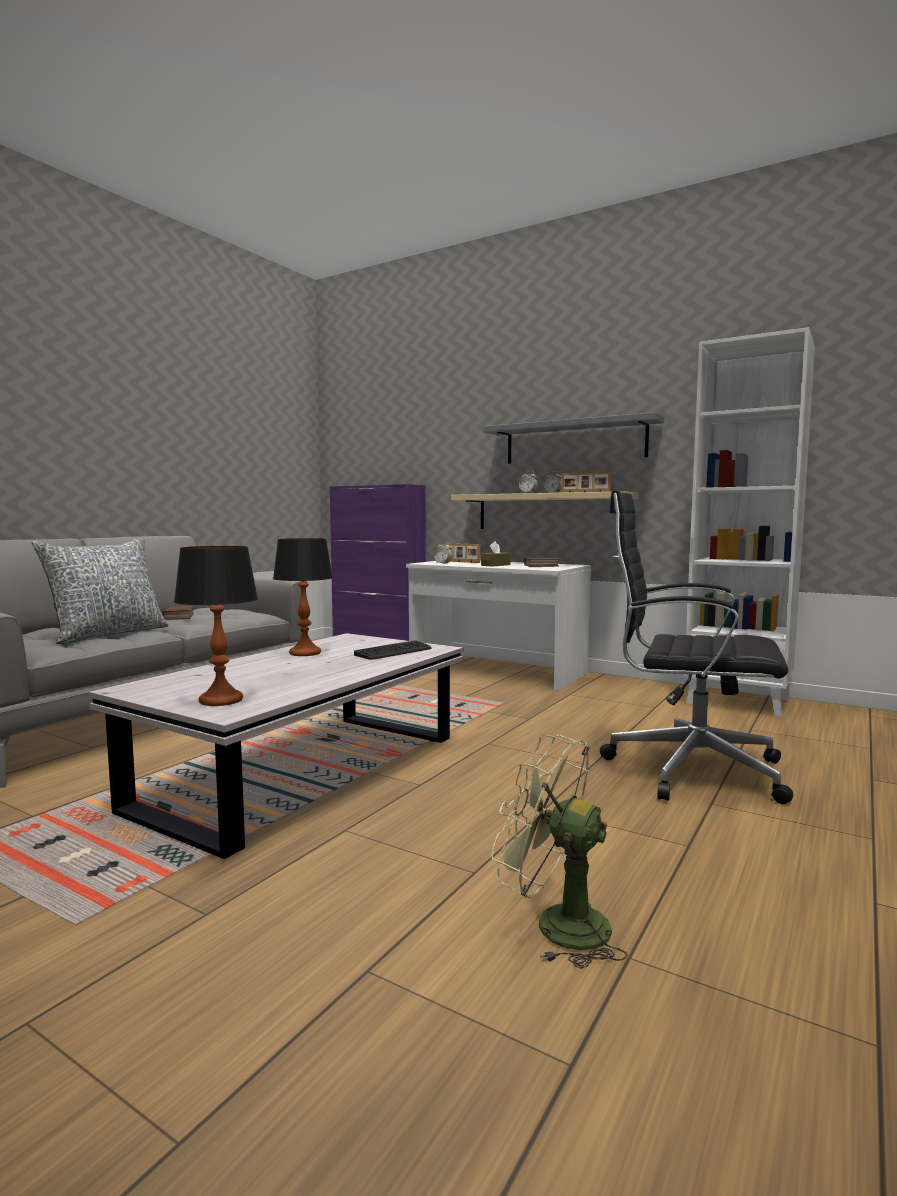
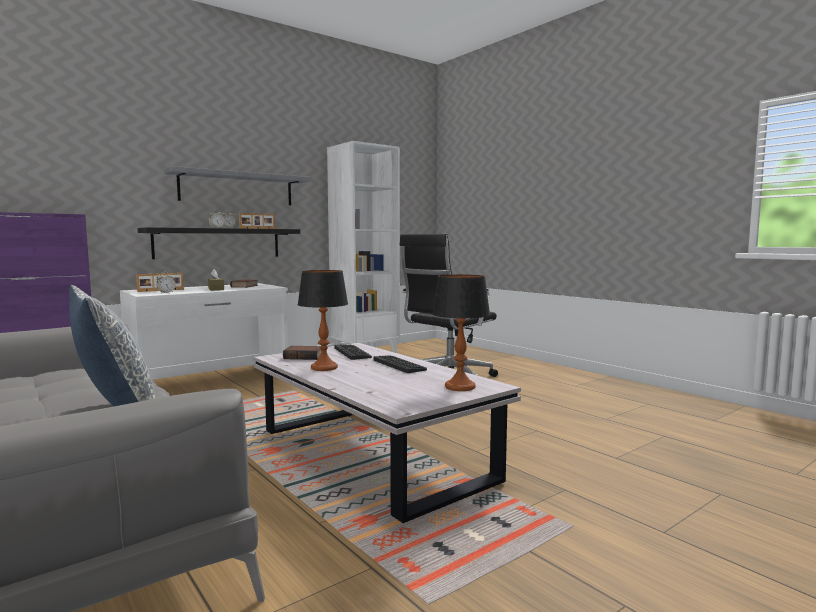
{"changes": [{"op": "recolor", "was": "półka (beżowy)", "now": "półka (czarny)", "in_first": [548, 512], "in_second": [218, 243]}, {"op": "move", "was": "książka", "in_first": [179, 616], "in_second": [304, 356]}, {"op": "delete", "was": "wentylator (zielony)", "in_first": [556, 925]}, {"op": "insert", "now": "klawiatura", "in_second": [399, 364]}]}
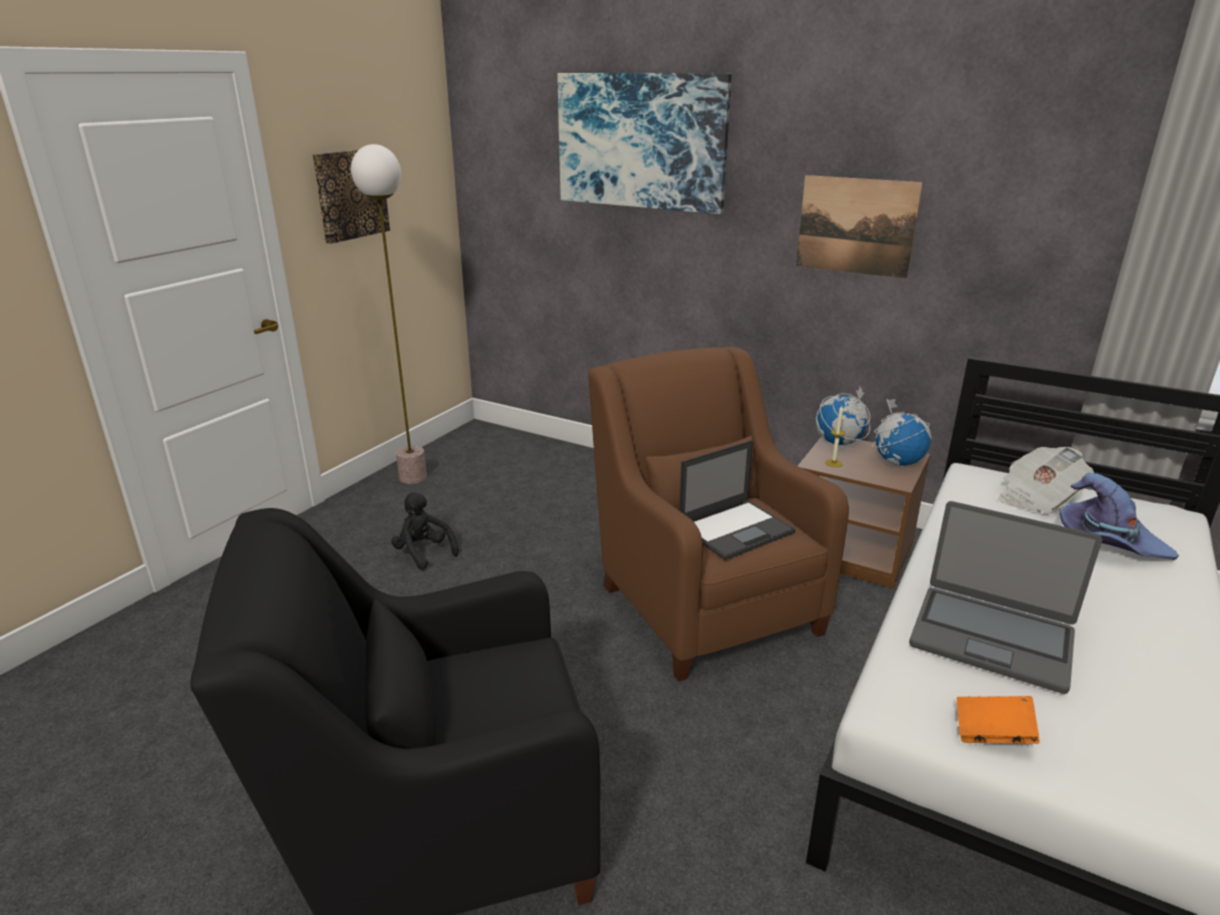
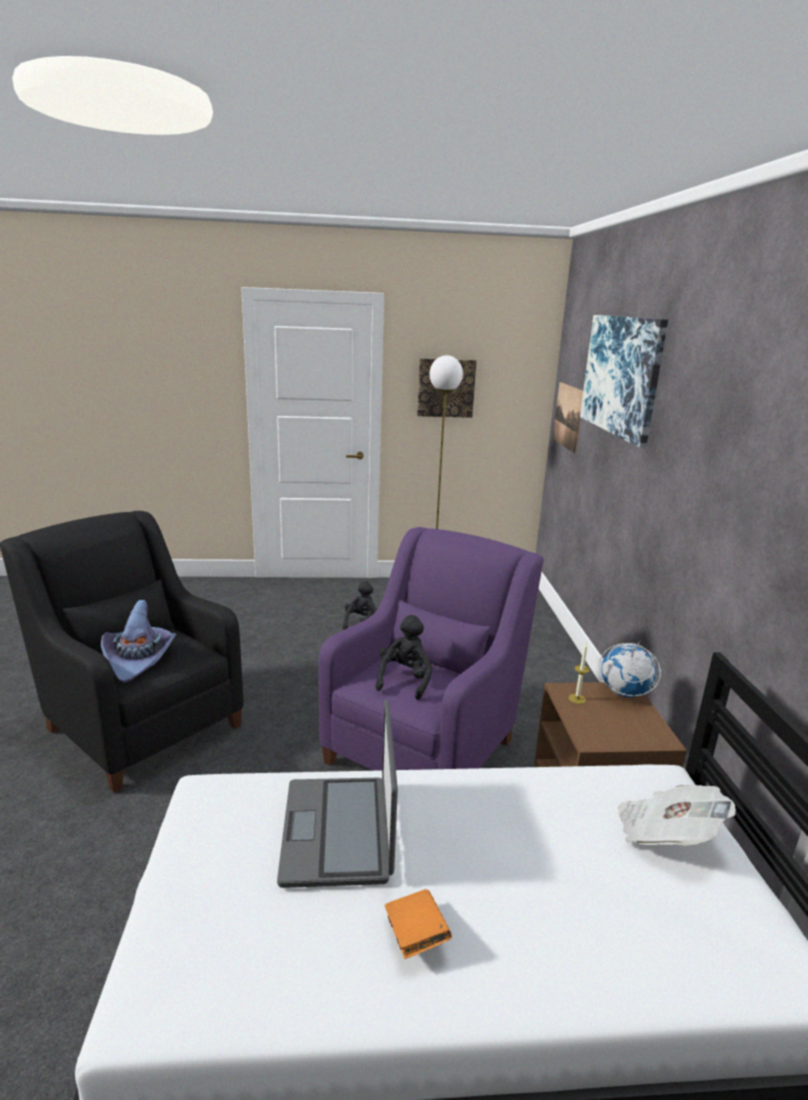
{"changes": [{"op": "move", "was": "obraz", "in_first": [856, 226], "in_second": [568, 416]}, {"op": "recolor", "was": "fotel (brązowy)", "now": "fotel (fioletowy)", "in_first": [703, 602], "in_second": [426, 745]}, {"op": "delete", "was": "globus", "in_first": [897, 462]}, {"op": "replace", "was": "laptop", "now": "pluszak (czarny)", "in_first": [736, 529], "in_second": [404, 680]}, {"op": "move", "was": "kapelusz (fioletowy)", "in_first": [1108, 542], "in_second": [139, 658]}, {"op": "move", "was": "książka (pomarańczowy)", "in_first": [992, 734], "in_second": [415, 935]}]}
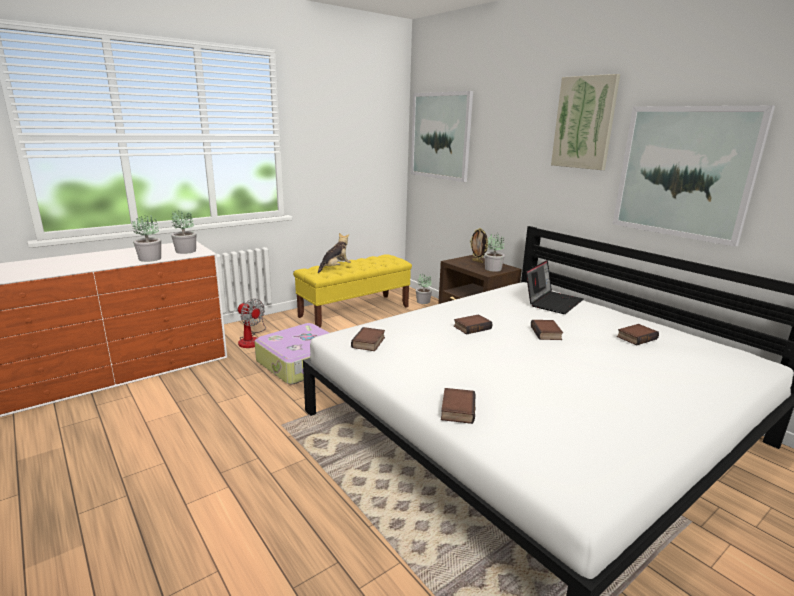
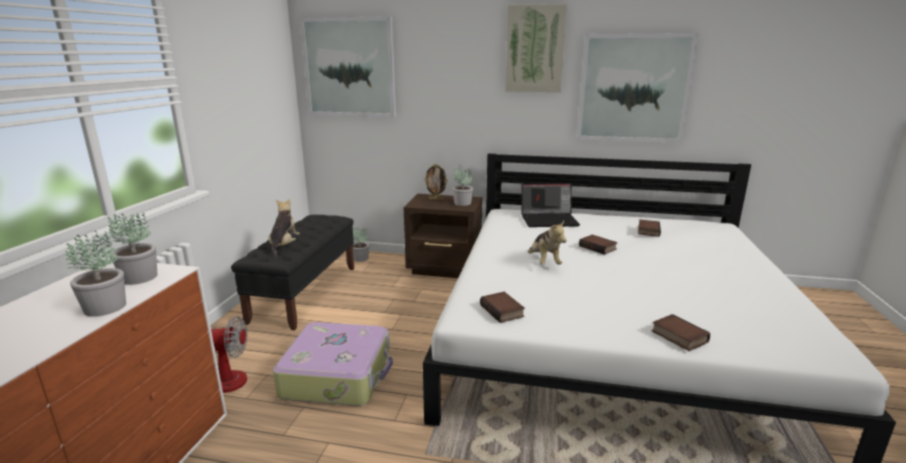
{"changes": [{"op": "recolor", "was": "ławka (żółty)", "now": "ławka (czarny)", "in_first": [355, 311], "in_second": [305, 293]}, {"op": "rotate", "was": "laptop", "in_first": [552, 302], "in_second": [549, 220], "clockwise": 90}, {"op": "replace", "was": "książka", "now": "pluszak", "in_first": [472, 327], "in_second": [544, 262]}]}
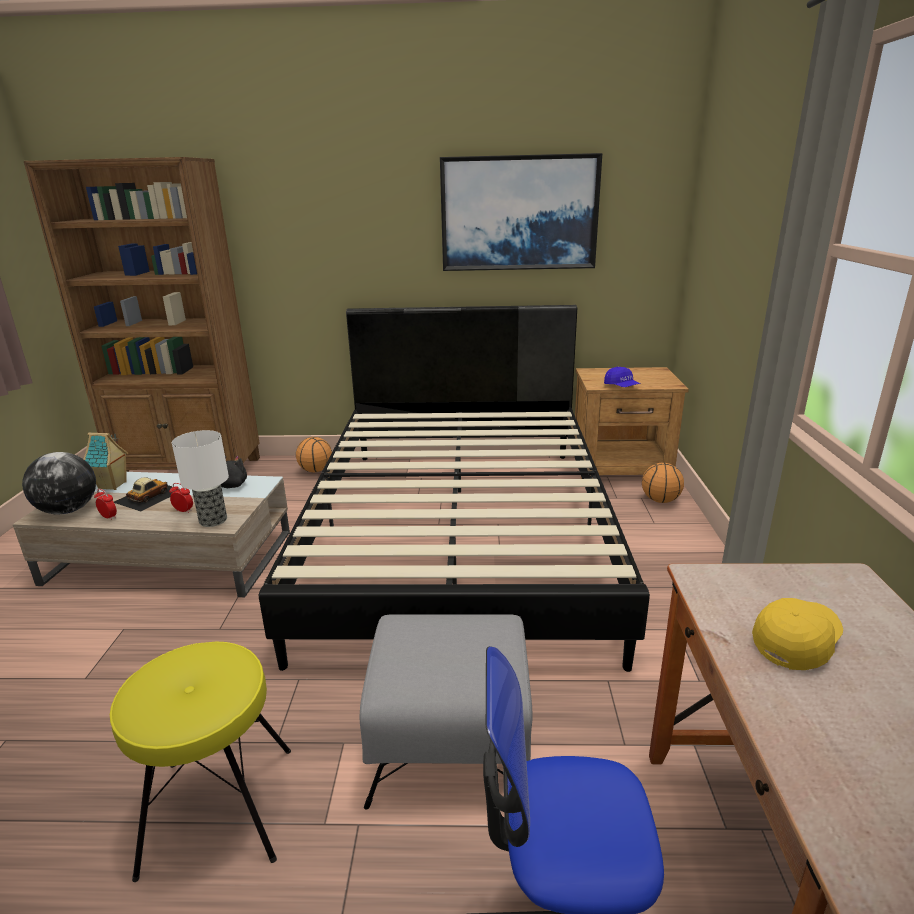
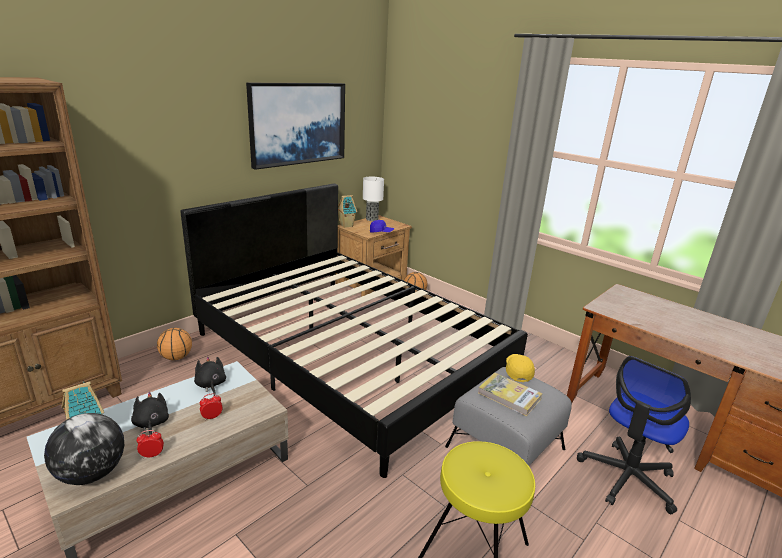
{"changes": [{"op": "move", "was": "lampa stołowa", "in_first": [212, 520], "in_second": [371, 219]}, {"op": "replace", "was": "samochodzik", "now": "pluszak (czarny)", "in_first": [148, 496], "in_second": [151, 424]}, {"op": "move", "was": "czapka z daszkiem (żółty)", "in_first": [796, 642], "in_second": [518, 371]}, {"op": "insert", "now": "domek", "in_second": [346, 225]}, {"op": "insert", "now": "książka", "in_second": [509, 396]}]}
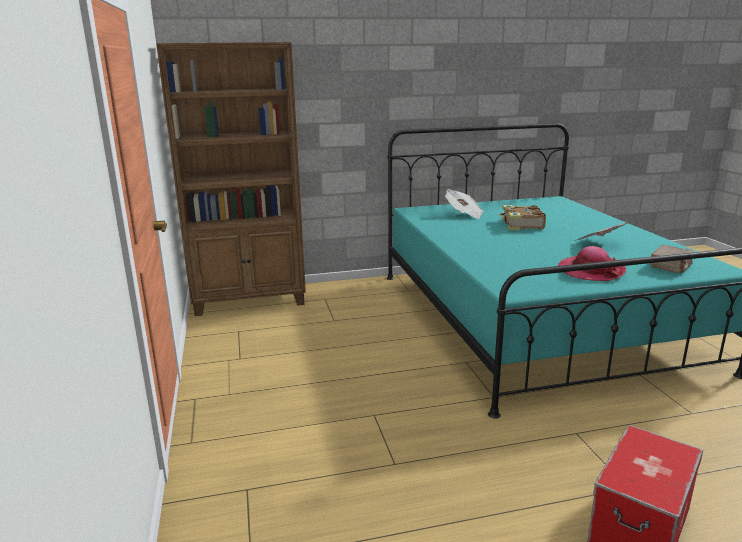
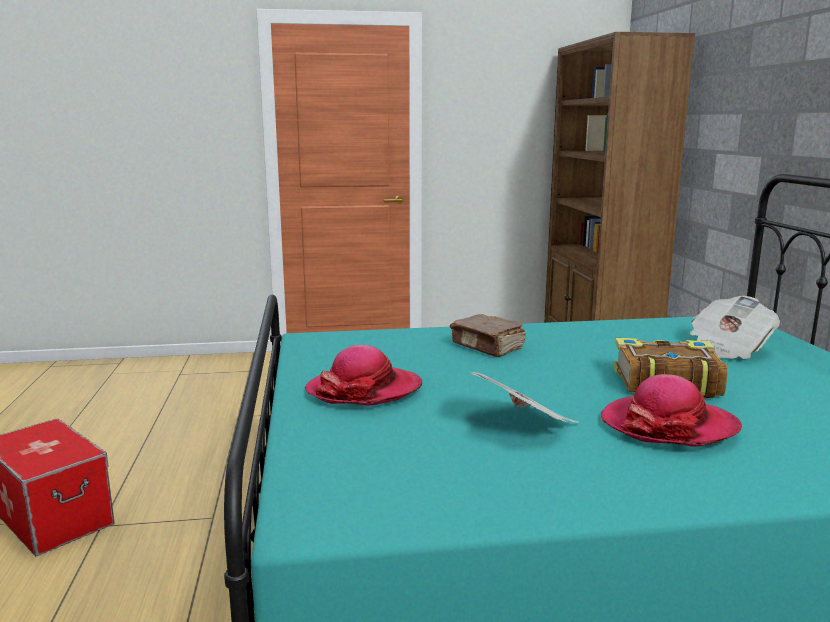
{"changes": [{"op": "move", "was": "książka (brązowy)", "in_first": [671, 267], "in_second": [487, 347]}, {"op": "insert", "now": "kapelusz", "in_second": [668, 426]}]}
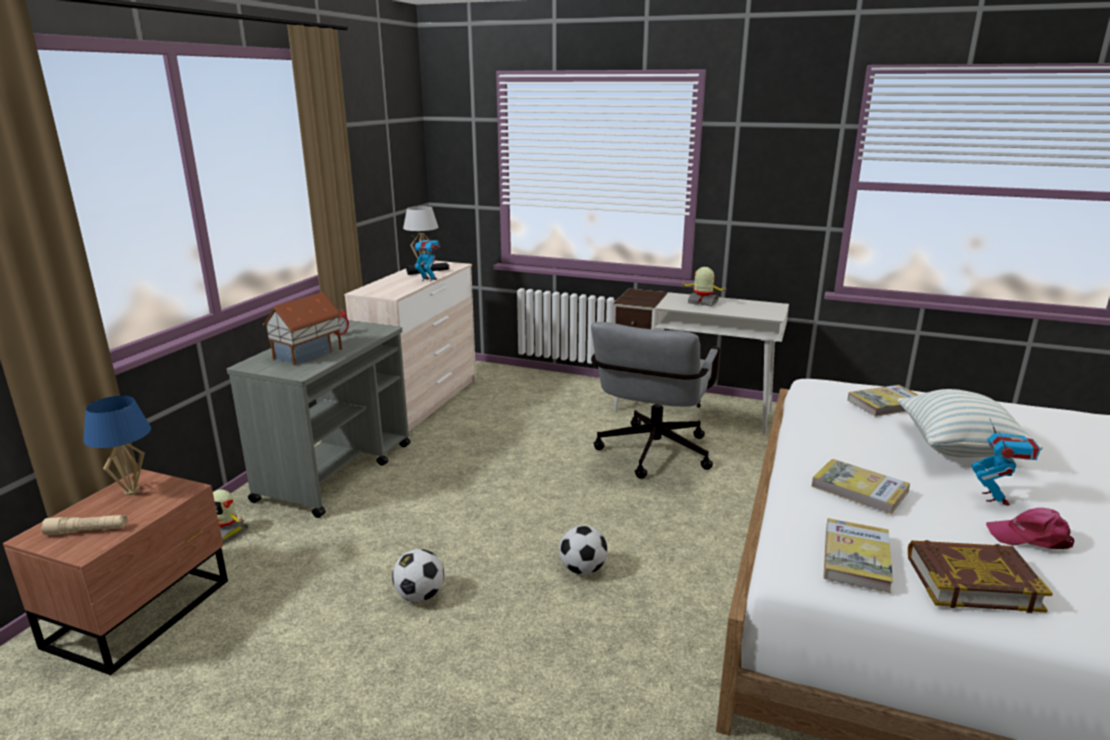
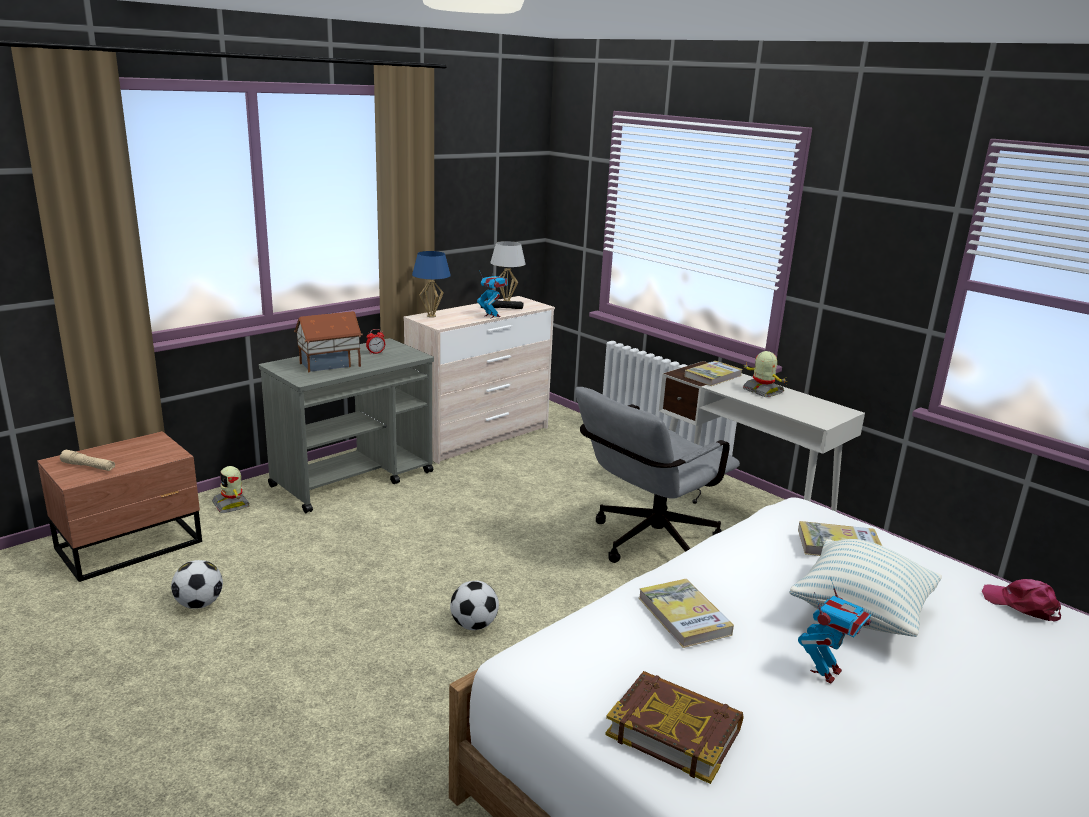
{"changes": [{"op": "move", "was": "lampa stołowa (niebieski)", "in_first": [132, 491], "in_second": [431, 316]}, {"op": "move", "was": "czapka z daszkiem (różowy)", "in_first": [1030, 537], "in_second": [1021, 605]}, {"op": "move", "was": "książka", "in_first": [856, 558], "in_second": [713, 376]}, {"op": "move", "was": "piłka futbolowa", "in_first": [420, 595], "in_second": [199, 604]}]}
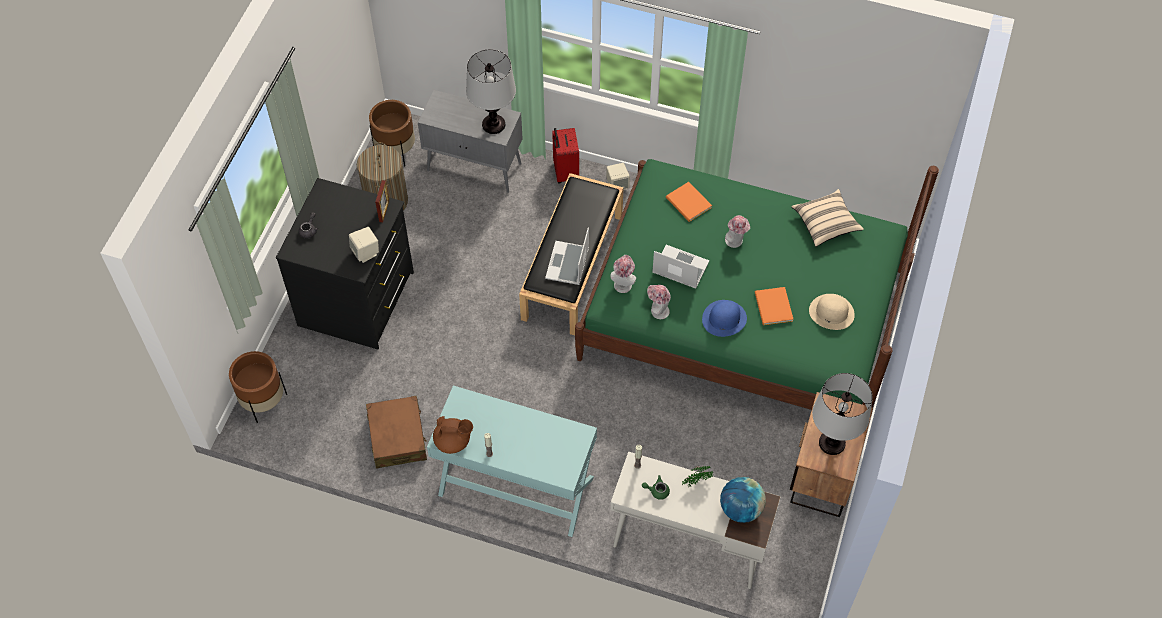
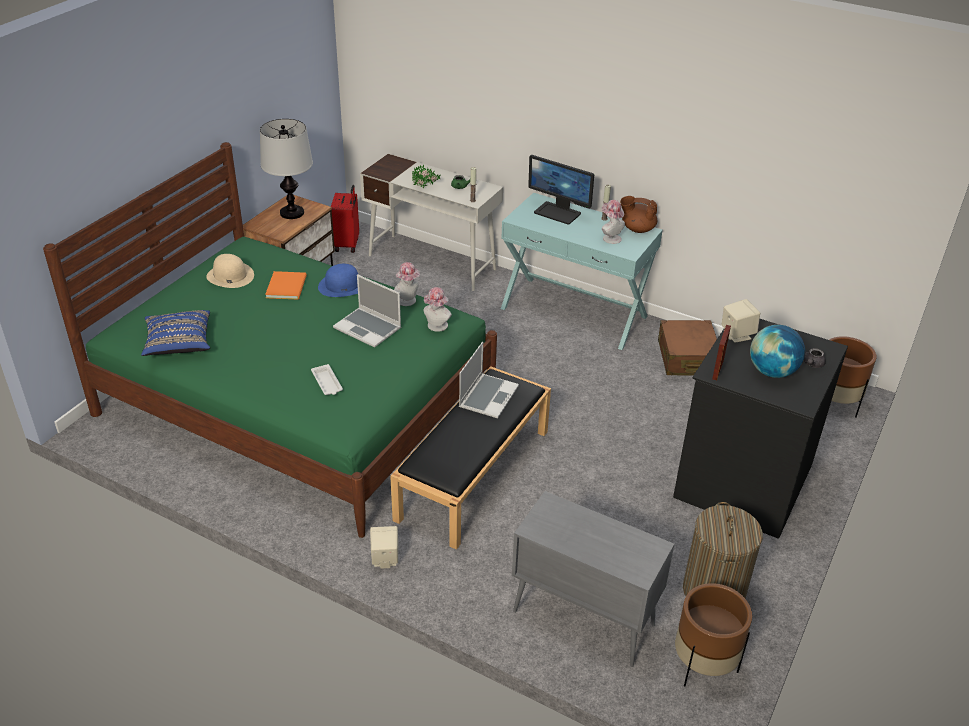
{"changes": [{"op": "delete", "was": "lampa stołowa", "in_first": [493, 124]}, {"op": "move", "was": "walizka (czerwony)", "in_first": [565, 172], "in_second": [348, 245]}, {"op": "replace", "was": "książka (pomarańczowy)", "now": "taca (biały)", "in_first": [688, 204], "in_second": [327, 383]}, {"op": "recolor", "was": "poduszka (beżowy)", "now": "poduszka (niebieski)", "in_first": [825, 224], "in_second": [179, 343]}, {"op": "move", "was": "kapelusz", "in_first": [736, 241], "in_second": [610, 237]}, {"op": "move", "was": "globus", "in_first": [740, 509], "in_second": [772, 371]}, {"op": "insert", "now": "monitor", "in_second": [558, 213]}]}
